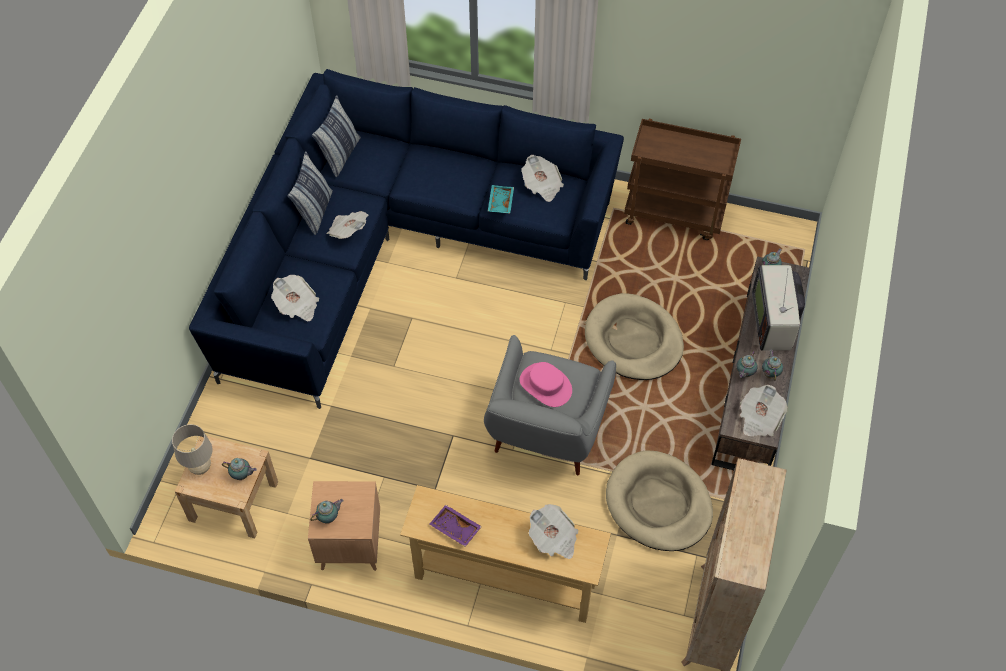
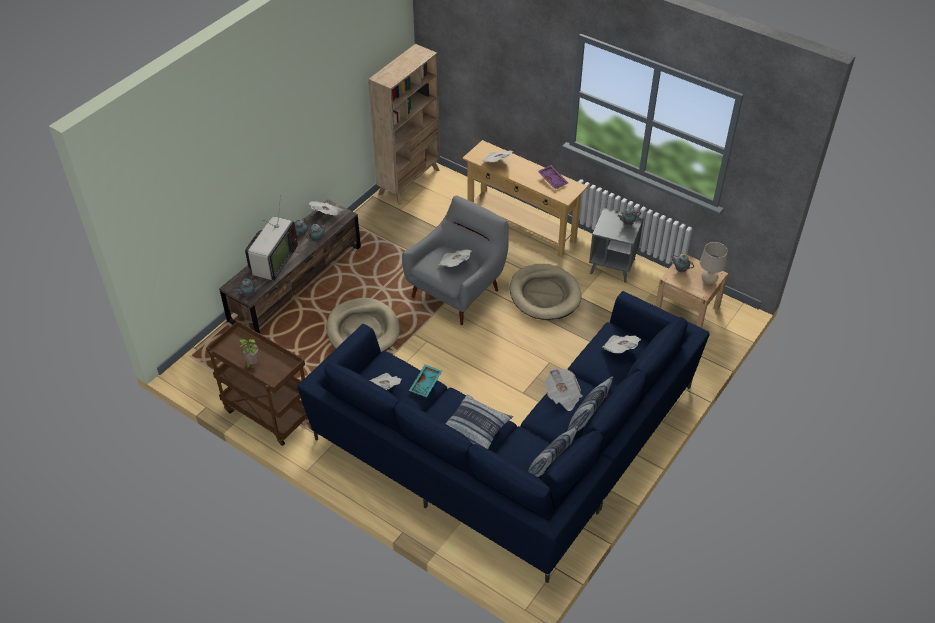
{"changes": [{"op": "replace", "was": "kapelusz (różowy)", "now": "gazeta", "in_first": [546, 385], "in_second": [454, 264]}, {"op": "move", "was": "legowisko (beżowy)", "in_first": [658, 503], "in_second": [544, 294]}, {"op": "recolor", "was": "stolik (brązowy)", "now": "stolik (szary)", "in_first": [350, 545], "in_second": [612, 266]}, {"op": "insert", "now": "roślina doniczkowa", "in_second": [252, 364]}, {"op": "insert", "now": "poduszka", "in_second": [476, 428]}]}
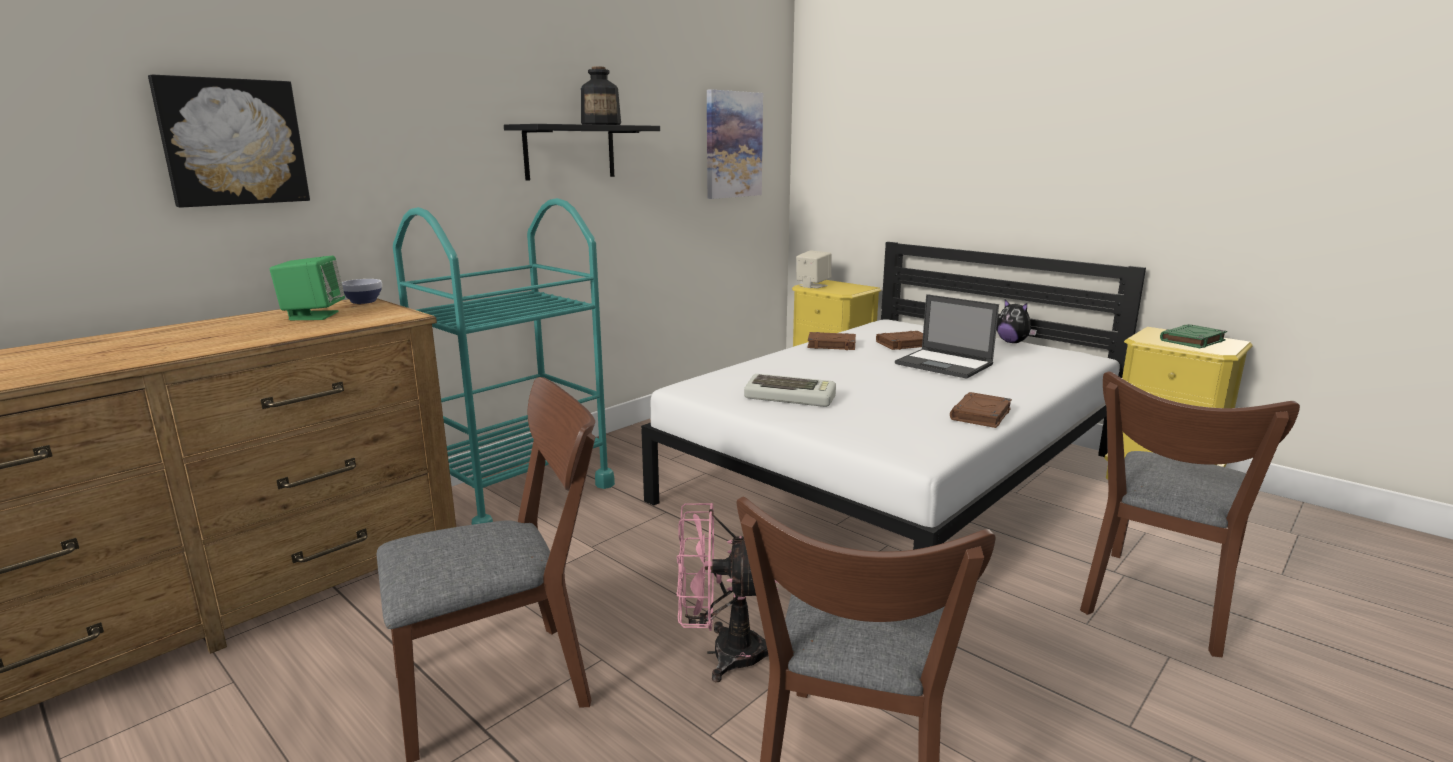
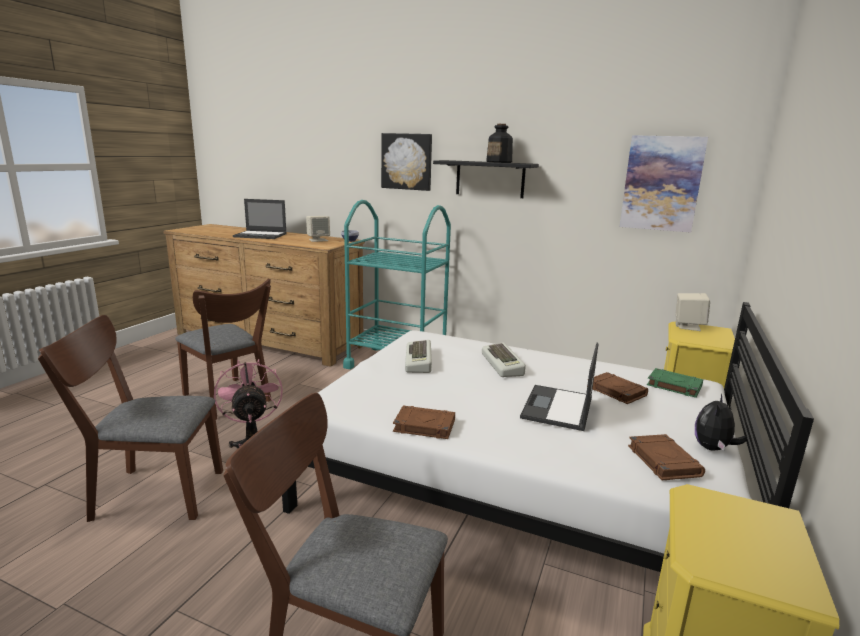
{"changes": [{"op": "move", "was": "obraz", "in_first": [232, 142], "in_second": [407, 161]}, {"op": "recolor", "was": "głośnik (zielony)", "now": "głośnik (beżowy)", "in_first": [313, 316], "in_second": [318, 240]}, {"op": "move", "was": "książka (zielony)", "in_first": [1192, 341], "in_second": [673, 386]}, {"op": "move", "was": "książka (brązowy)", "in_first": [831, 345], "in_second": [663, 460]}, {"op": "insert", "now": "laptop", "in_second": [261, 235]}, {"op": "insert", "now": "klawiatura", "in_second": [503, 365]}]}
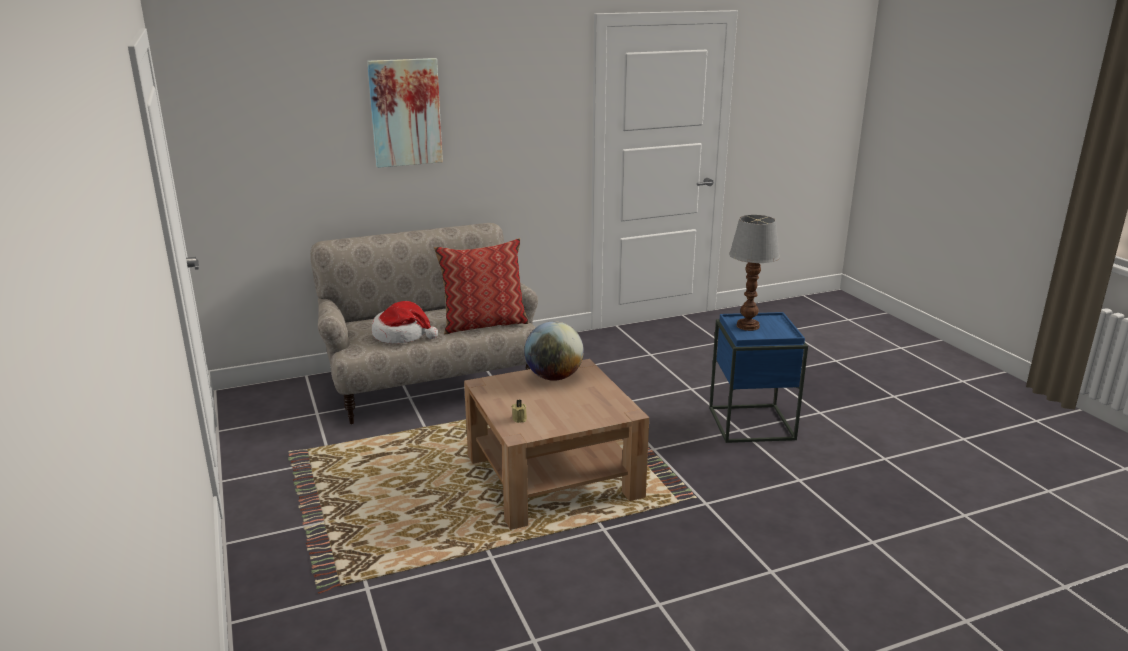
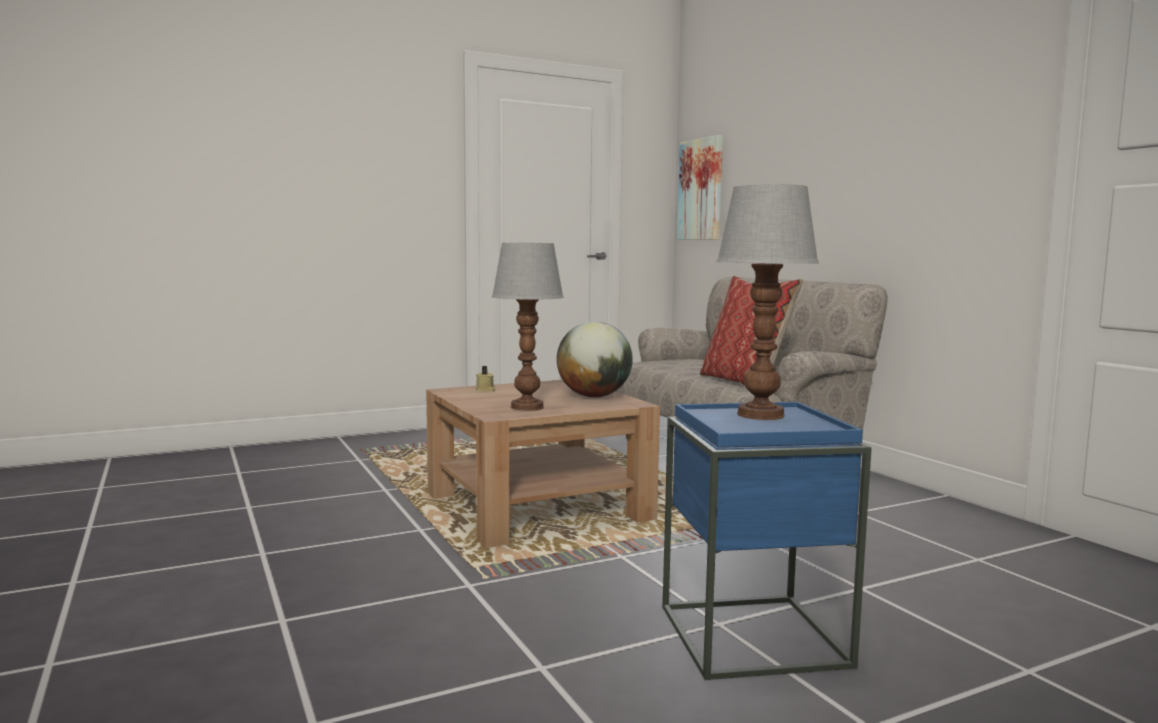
{"changes": [{"op": "move", "was": "obraz", "in_first": [405, 112], "in_second": [701, 190]}, {"op": "delete", "was": "kapelusz", "in_first": [402, 335]}, {"op": "insert", "now": "lampa stołowa", "in_second": [528, 407]}]}
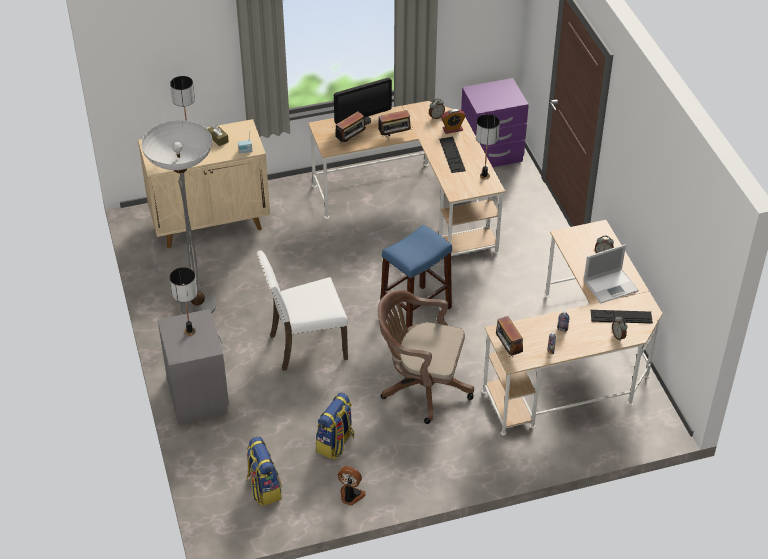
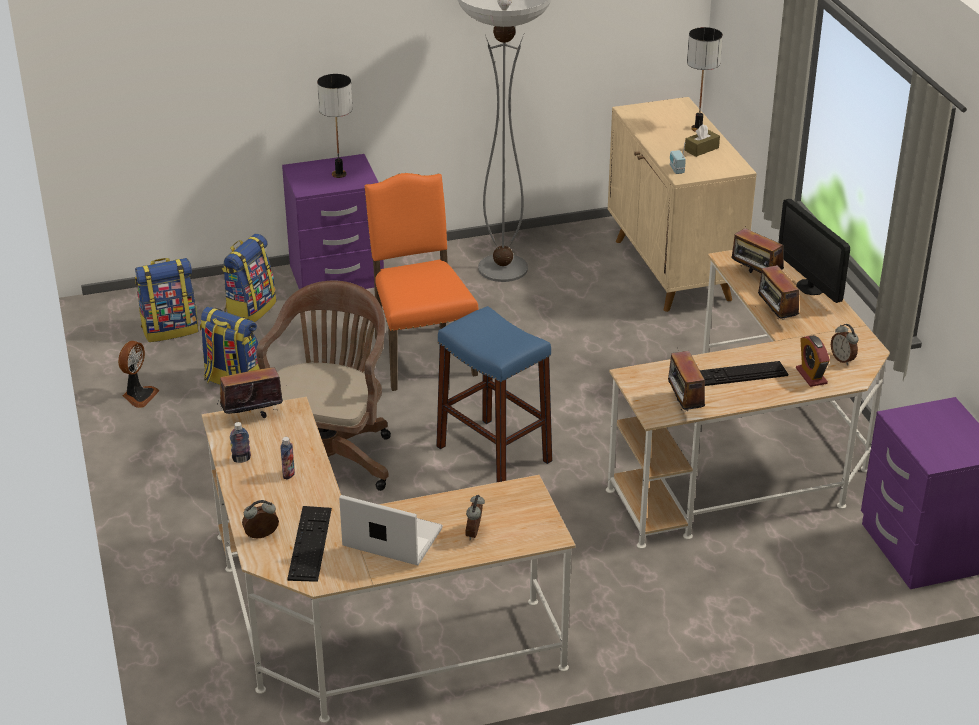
{"changes": [{"op": "replace", "was": "lampa stołowa", "now": "radio", "in_first": [484, 176], "in_second": [684, 407]}, {"op": "rotate", "was": "laptop", "in_first": [611, 285], "in_second": [390, 537], "clockwise": 135}, {"op": "recolor", "was": "krzesło (biały)", "now": "krzesło (pomarańczowy)", "in_first": [306, 346], "in_second": [421, 355]}, {"op": "recolor", "was": "szafka nocna (szary)", "now": "szafka nocna (fioletowy)", "in_first": [198, 395], "in_second": [337, 277]}, {"op": "insert", "now": "plecak", "in_second": [250, 310]}]}
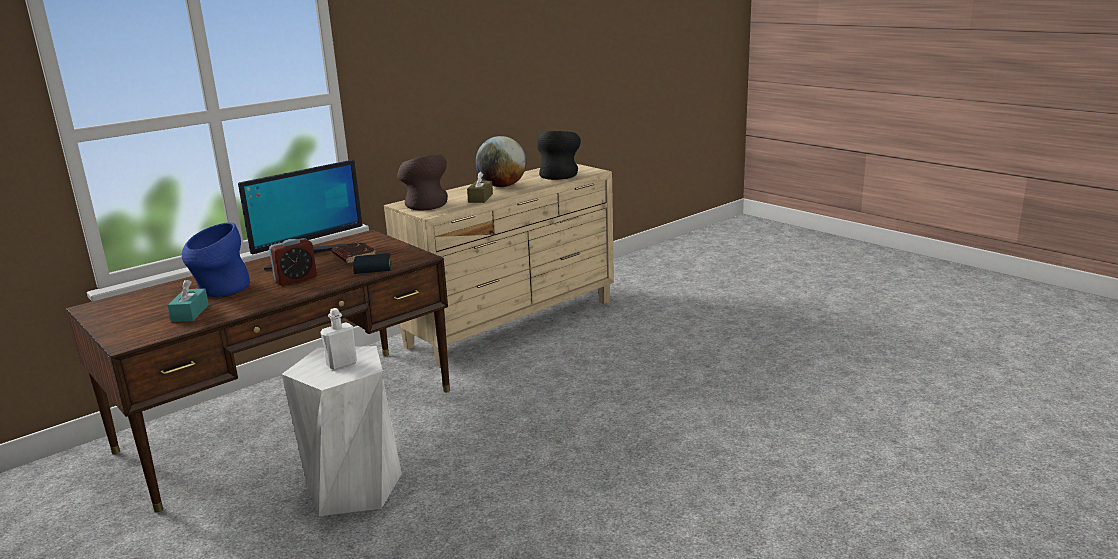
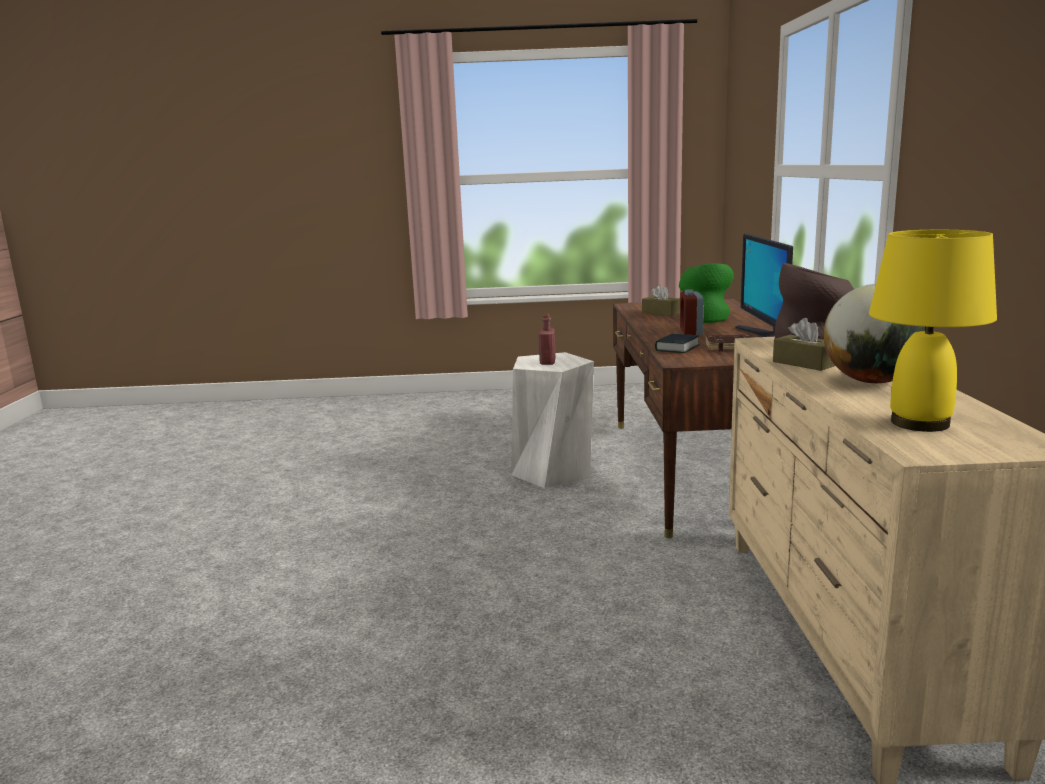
{"changes": [{"op": "replace", "was": "wazon (czarny)", "now": "lampa stołowa (żółty)", "in_first": [559, 175], "in_second": [920, 423]}, {"op": "recolor", "was": "wazon (niebieski)", "now": "wazon (zielony)", "in_first": [219, 290], "in_second": [704, 318]}, {"op": "recolor", "was": "pudełko chusteczek (turkusowy)", "now": "pudełko chusteczek (brązowy)", "in_first": [190, 313], "in_second": [660, 313]}, {"op": "recolor", "was": "butelka (biały)", "now": "butelka (czerwony)", "in_first": [342, 364], "in_second": [547, 362]}]}
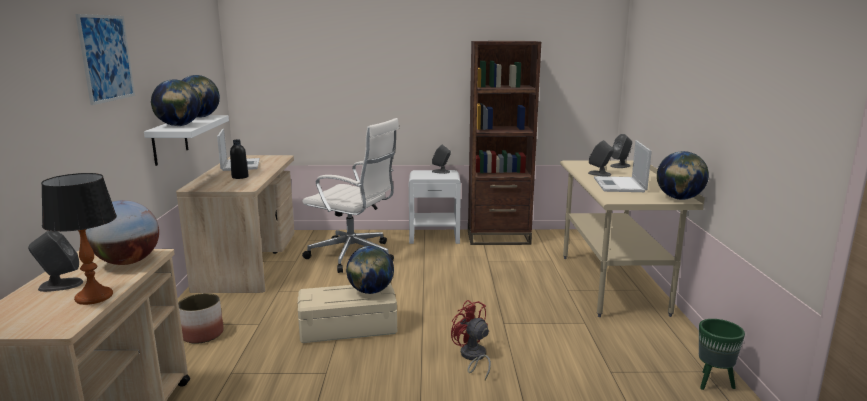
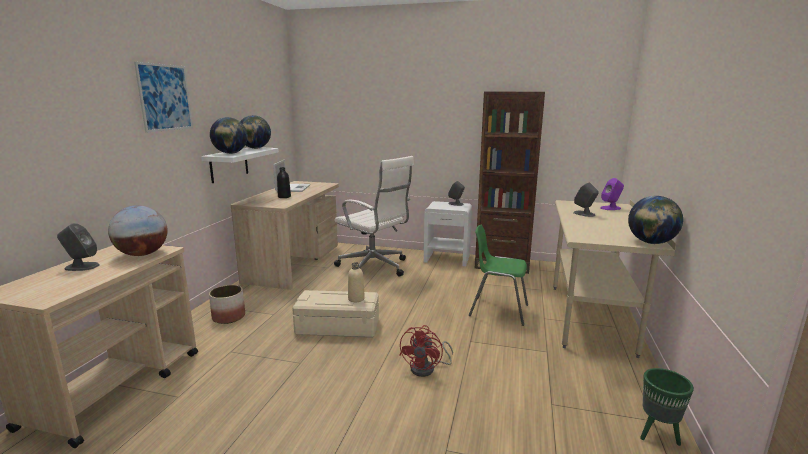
{"changes": [{"op": "recolor", "was": "głośnik (szary)", "now": "głośnik (fioletowy)", "in_first": [620, 166], "in_second": [610, 208]}, {"op": "delete", "was": "laptop", "in_first": [619, 185]}, {"op": "delete", "was": "lampa stołowa", "in_first": [94, 297]}, {"op": "replace", "was": "globus", "now": "butelka (beżowy)", "in_first": [370, 291], "in_second": [356, 299]}, {"op": "rotate", "was": "wentylator (czerwony)", "in_first": [472, 357], "in_second": [427, 369], "clockwise": -135}, {"op": "insert", "now": "krzesło (zielony)", "in_second": [498, 310]}]}
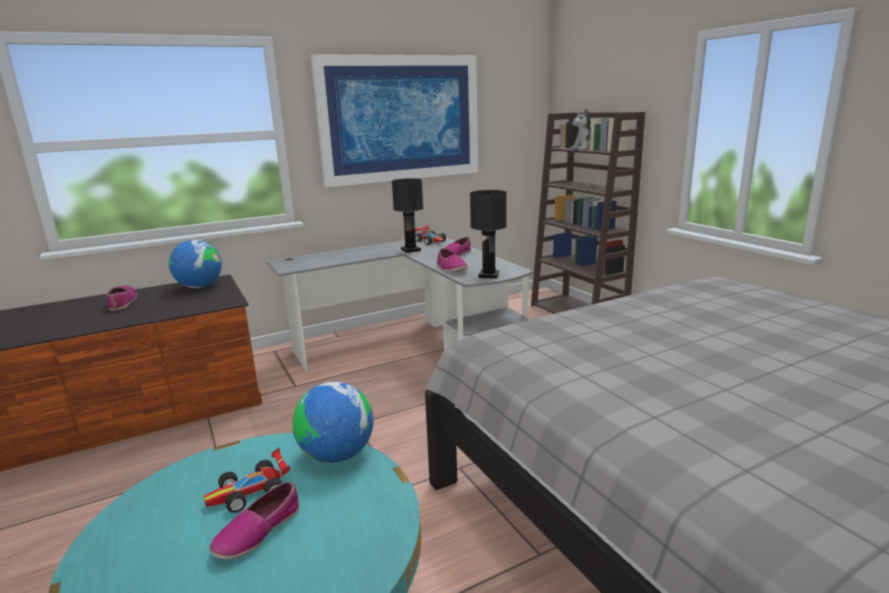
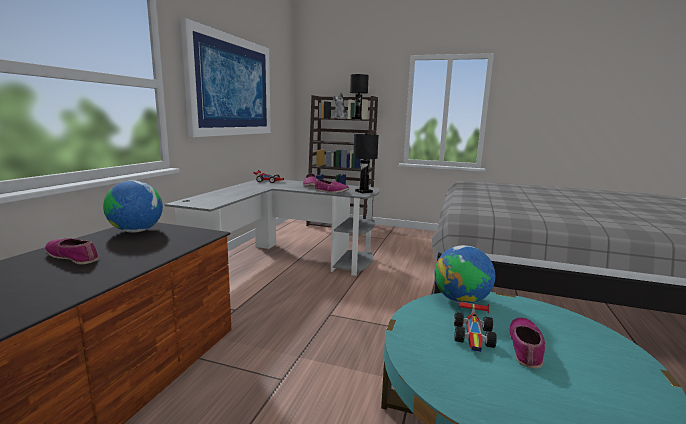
{"changes": [{"op": "move", "was": "lampa stołowa (czarny)", "in_first": [411, 250], "in_second": [357, 119]}, {"op": "rotate", "was": "but", "in_first": [258, 531], "in_second": [526, 347], "clockwise": -150}]}
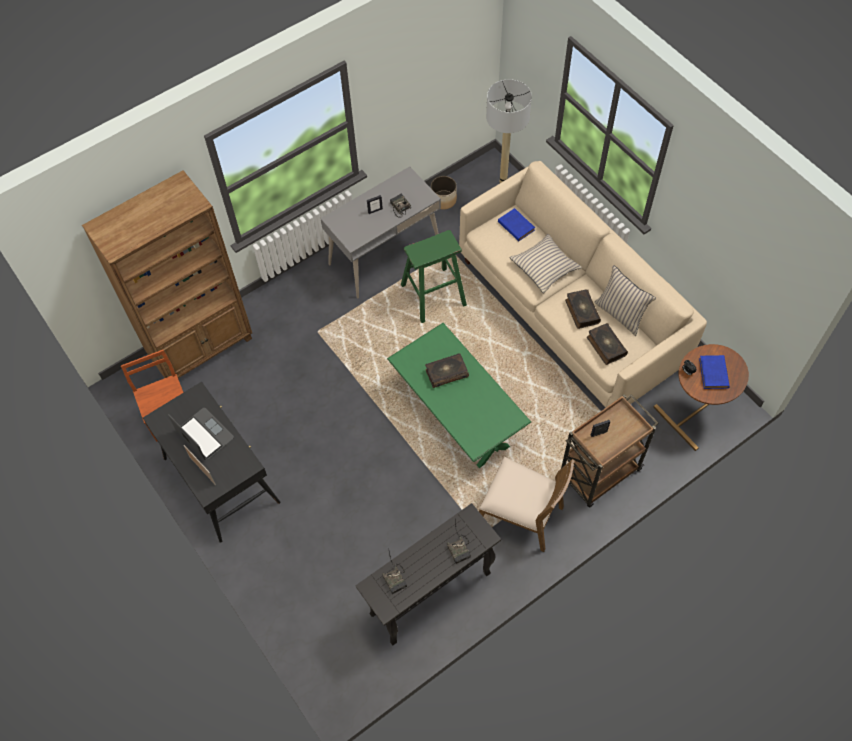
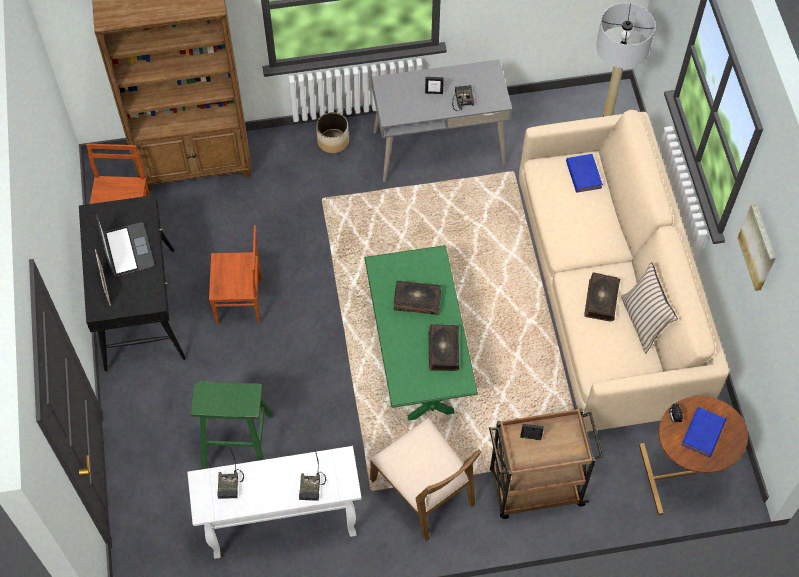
{"changes": [{"op": "move", "was": "donica", "in_first": [443, 200], "in_second": [332, 141]}, {"op": "move", "was": "stołek (zielony)", "in_first": [433, 295], "in_second": [237, 442]}, {"op": "delete", "was": "poduszka (beżowy)", "in_first": [544, 267]}, {"op": "move", "was": "książka", "in_first": [605, 346], "in_second": [442, 350]}, {"op": "recolor", "was": "stolik konsolowy (czarny)", "now": "stolik konsolowy (biały)", "in_first": [429, 594], "in_second": [281, 526]}, {"op": "insert", "now": "obraz", "in_second": [758, 247]}, {"op": "insert", "now": "krzesło (brązowy)", "in_second": [240, 302]}]}
